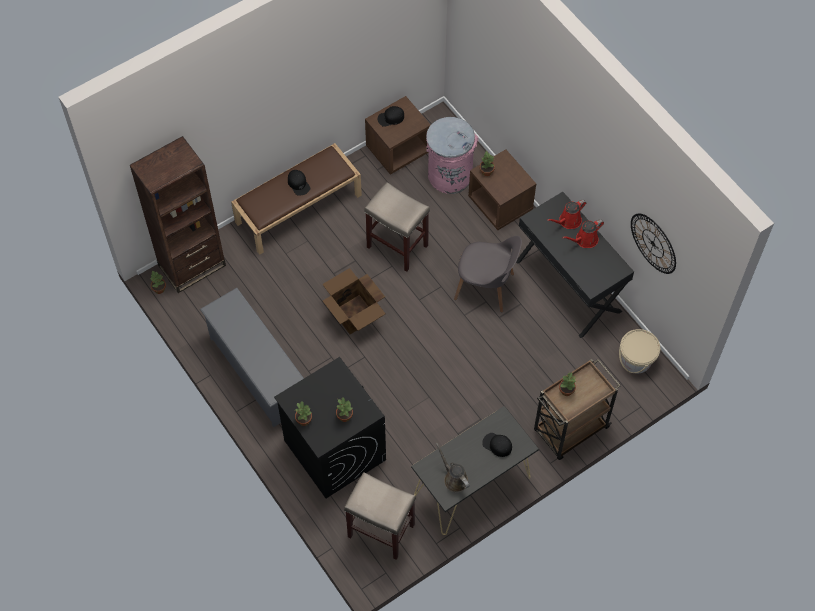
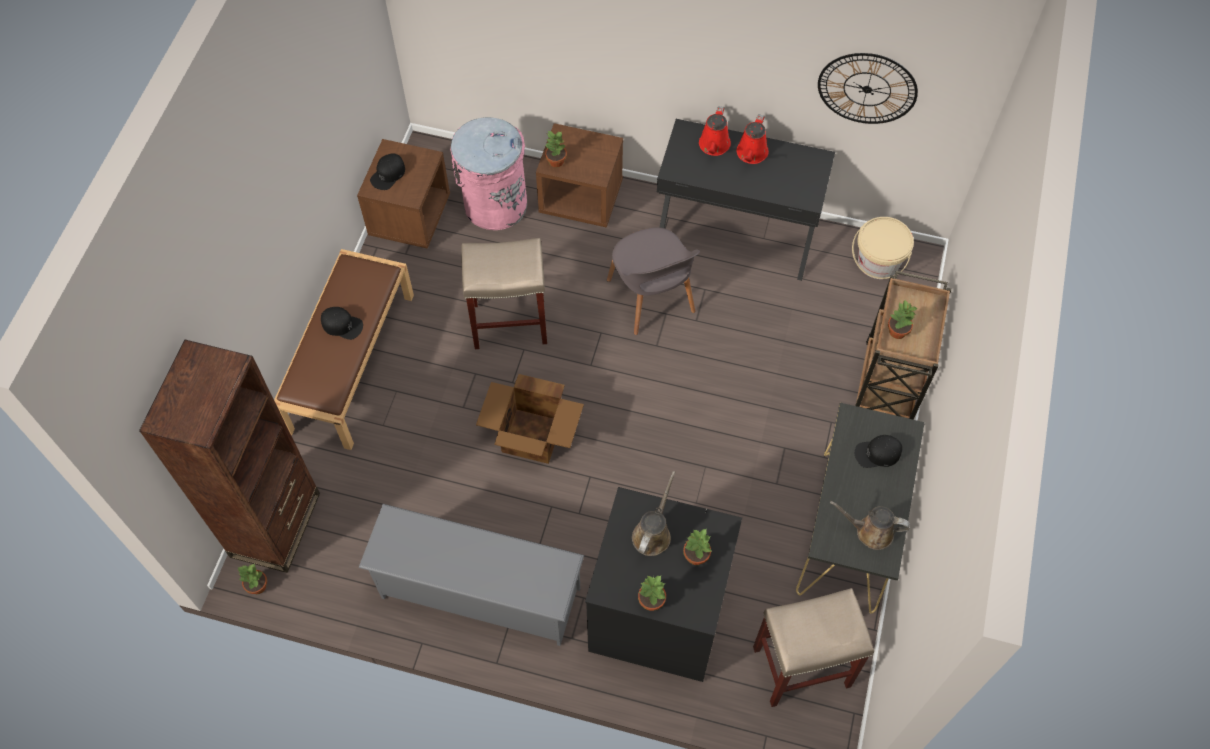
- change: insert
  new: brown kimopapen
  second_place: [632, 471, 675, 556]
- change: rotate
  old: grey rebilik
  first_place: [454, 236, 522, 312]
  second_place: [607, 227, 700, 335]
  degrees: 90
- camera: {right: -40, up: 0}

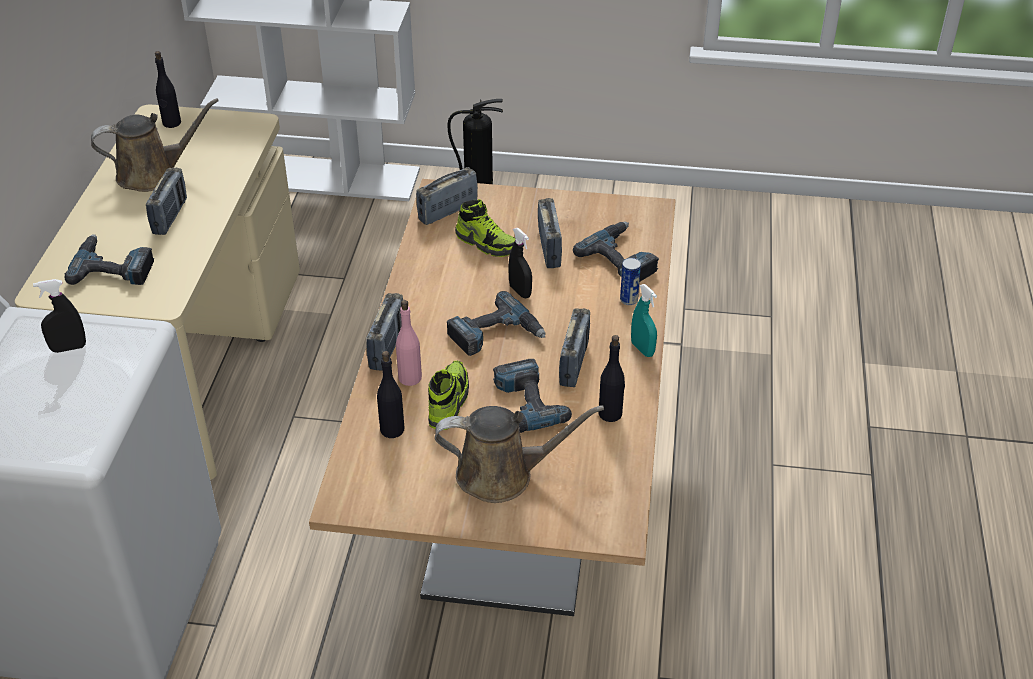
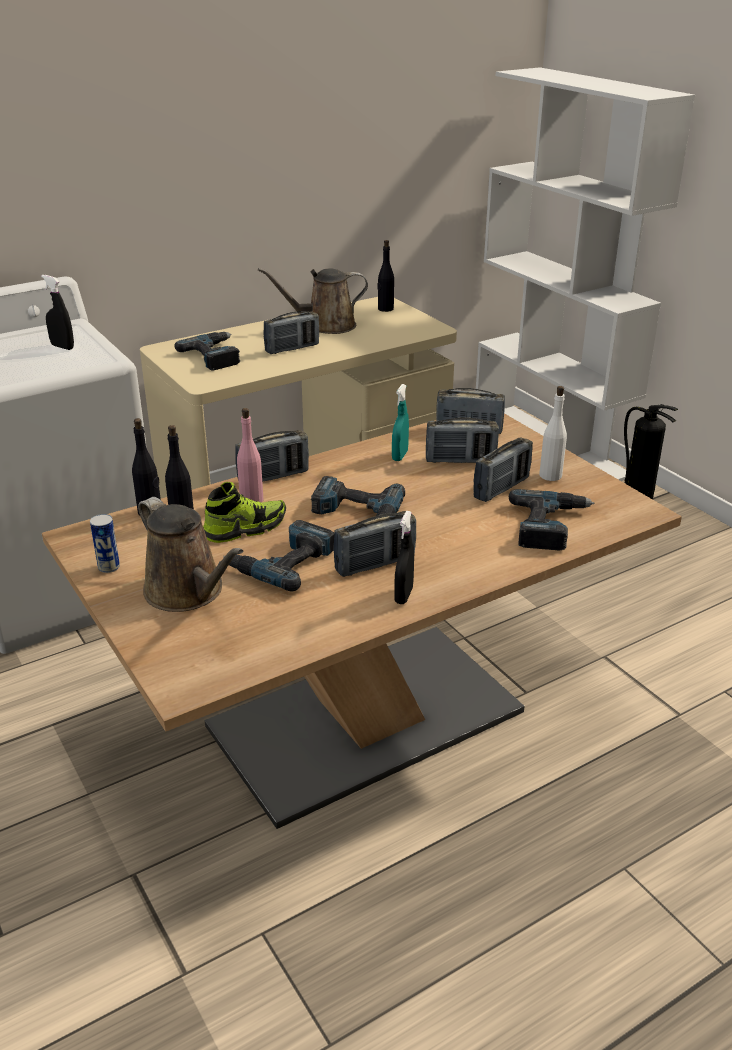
- change: insert
  new: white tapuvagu
  second_place: [539, 386, 567, 481]
- change: move
  old: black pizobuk
  first_place: [508, 228, 532, 298]
  second_place: [394, 511, 414, 604]
- change: move
  old: black tapuvagu
  first_place: [599, 335, 625, 422]
  second_place: [132, 418, 161, 516]
- change: move
  old: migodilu
  first_place: [620, 258, 641, 305]
  second_place: [90, 514, 120, 573]
- change: move
  old: turquoise pizobuk
  first_place: [631, 284, 657, 357]
  second_place: [392, 384, 409, 461]
- change: replace
  old: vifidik
  new: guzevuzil
  first_place: [455, 199, 516, 257]
  second_place: [426, 418, 499, 463]
- change: rotate
  old: brown kimopapen
  first_place: [91, 98, 219, 192]
  second_place: [258, 268, 368, 334]
  degrees: 135
- camera: {right: 50, up: -10}

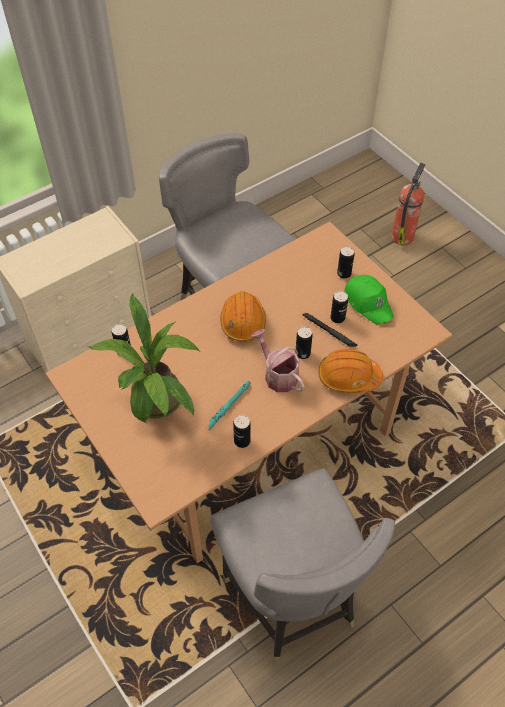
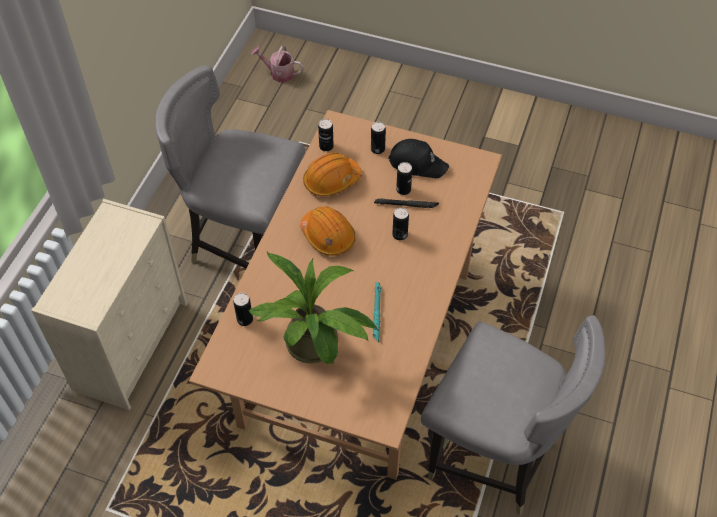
- change: delete
  old: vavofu
  first_place: [391, 163, 425, 245]
- change: move
  old: migodilu
  first_place: [233, 415, 251, 448]
  second_place: [318, 119, 334, 151]
- change: move
  old: kimopapen
  first_place: [251, 329, 305, 392]
  second_place: [251, 46, 304, 82]
- change: move
  old: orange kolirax
  first_place: [318, 349, 383, 393]
  second_place: [303, 152, 362, 196]
- change: recolor
  old: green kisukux
  new: black kisukux
  first_place: [344, 275, 394, 324]
  second_place: [388, 139, 449, 178]
- camera: {right: -35, up: 0}

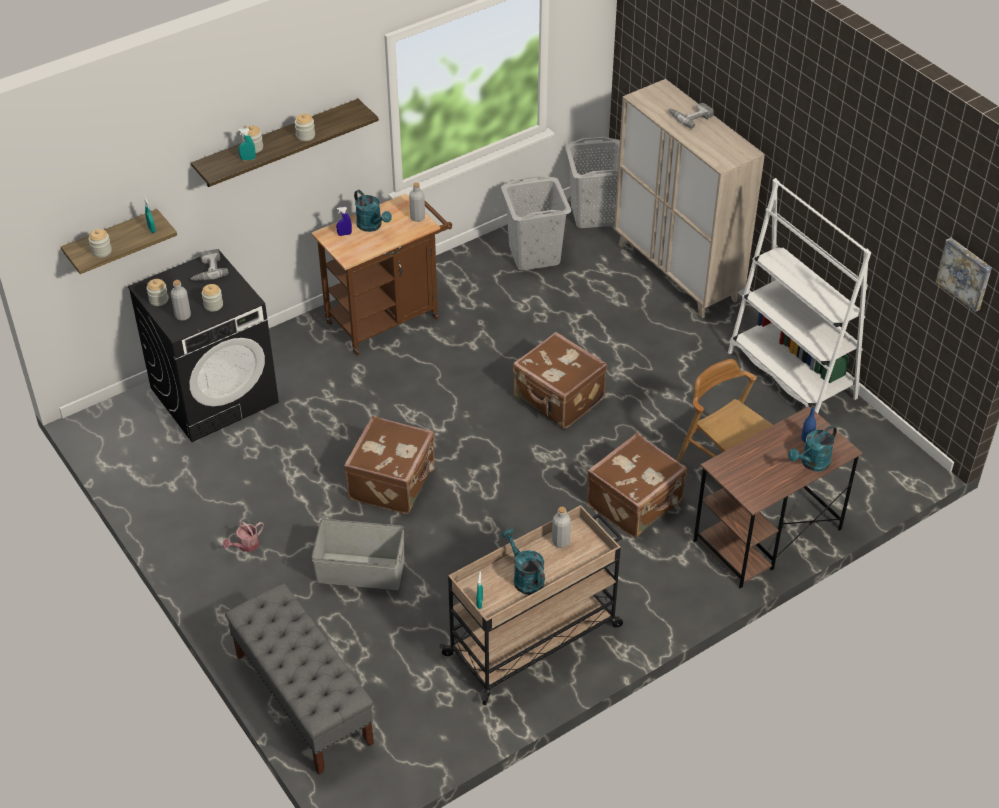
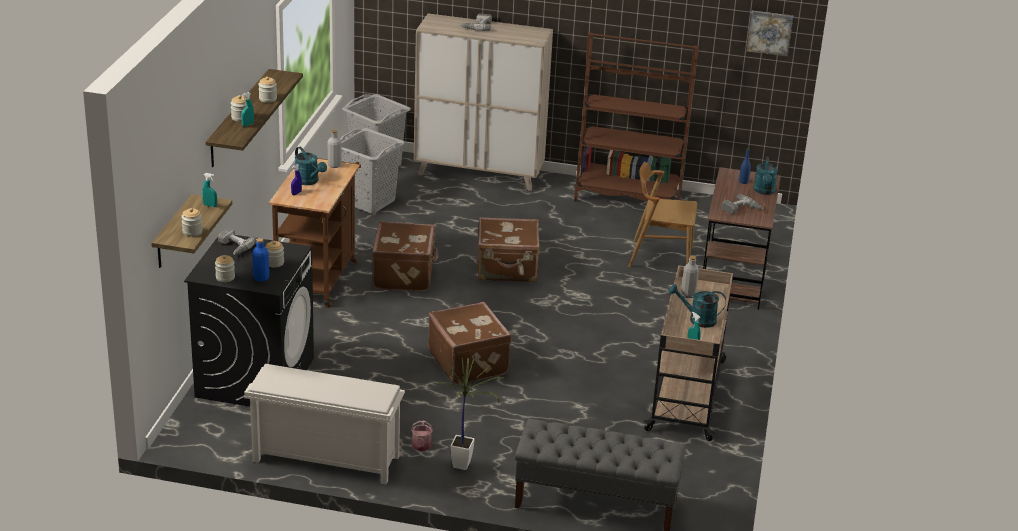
- change: delete
  old: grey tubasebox
  first_place: [311, 519, 404, 590]
- change: insert
  new: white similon
  second_place: [244, 364, 405, 485]
- change: insert
  new: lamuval
  second_place: [433, 355, 505, 470]
- change: insert
  new: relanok
  second_place: [721, 194, 763, 214]
- change: move
  old: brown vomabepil
  first_place: [586, 433, 687, 538]
  second_place: [372, 221, 439, 292]
- change: recolor
  old: grey tapuvagu
  new: blue tapuvagu
  first_place: [171, 280, 191, 321]
  second_place: [252, 238, 269, 282]
- change: recolor
  old: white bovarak
  new: brown bovarak
  first_place: [728, 178, 871, 413]
  second_place: [574, 32, 699, 201]
- change: rotate
  old: turquoise kimopapen
  first_place: [354, 190, 392, 232]
  second_place: [295, 147, 327, 185]
  degrees: 45
- camera: {right: -45, up: -15}

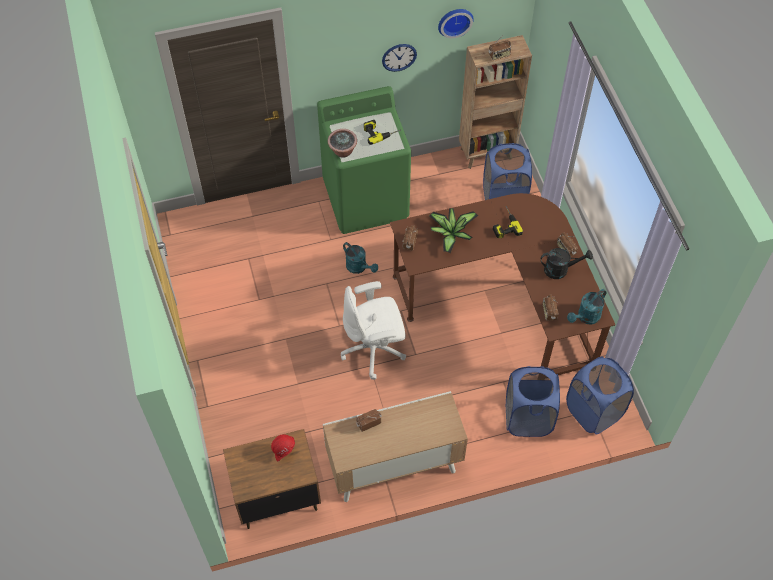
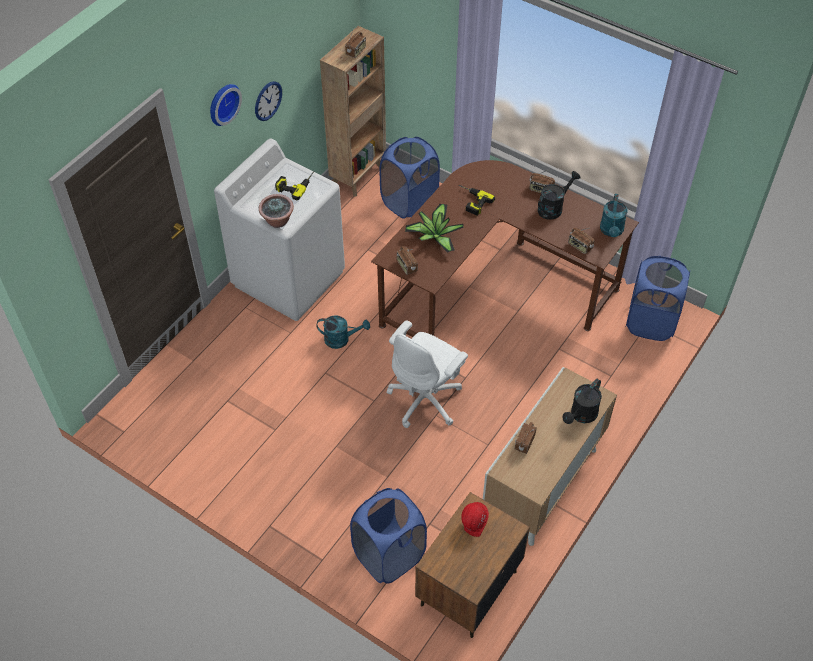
- change: insert
  new: black kimopapen
  second_place: [562, 379, 602, 424]
- change: move
  old: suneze
  first_place: [438, 9, 474, 38]
  second_place: [210, 84, 242, 126]
- change: move
  old: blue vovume
  first_place: [506, 366, 560, 437]
  second_place: [350, 488, 427, 584]
- change: recolor
  old: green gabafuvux
  new: white gabafuvux
  first_place: [317, 86, 411, 234]
  second_place: [214, 138, 345, 321]
- camera: {right: -40, up: -5}

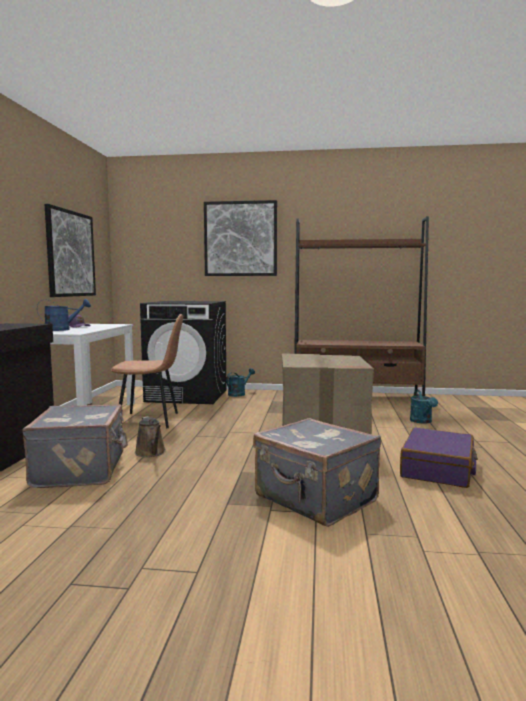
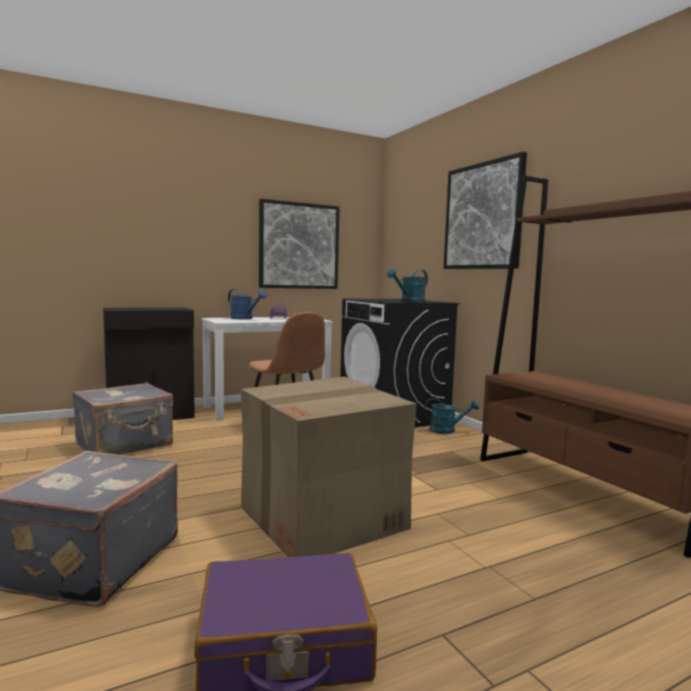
- change: delete
  old: brown kimopapen
  first_place: [135, 416, 166, 457]
- change: move
  old: turquoise kimopapen
  first_place: [410, 390, 438, 424]
  second_place: [387, 268, 428, 303]
- camera: {right: 55, up: 0}

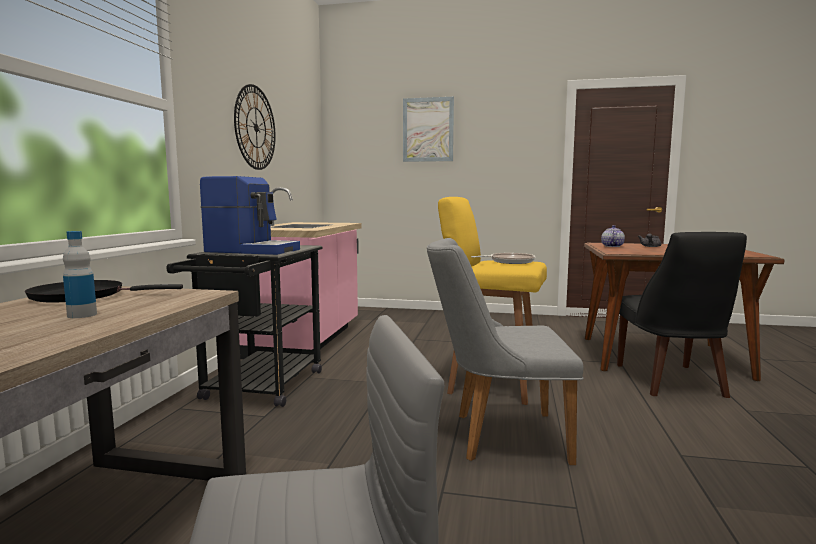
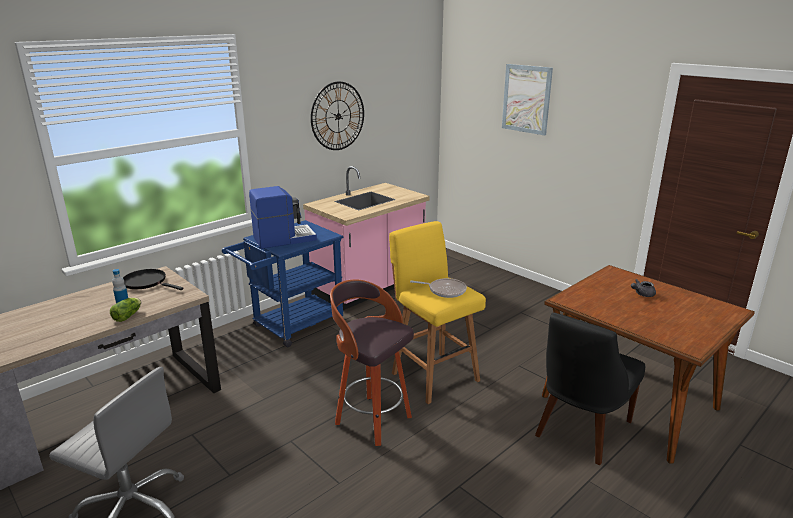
- change: delete
  old: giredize
  first_place: [601, 225, 625, 247]
- change: insert
  new: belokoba
  second_place: [110, 298, 141, 322]
- change: replace
  old: grey rebilik
  new: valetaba
  first_place: [427, 238, 583, 465]
  second_place: [330, 279, 414, 446]
- change: recolor
  old: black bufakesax
  new: blue bufakesax
  first_place: [167, 245, 322, 407]
  second_place: [222, 220, 344, 347]
- change: rotate
  old: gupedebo
  first_place: [200, 176, 300, 255]
  second_place: [249, 186, 317, 249]
  degrees: -75
- camera: {right: 35, up: 15}

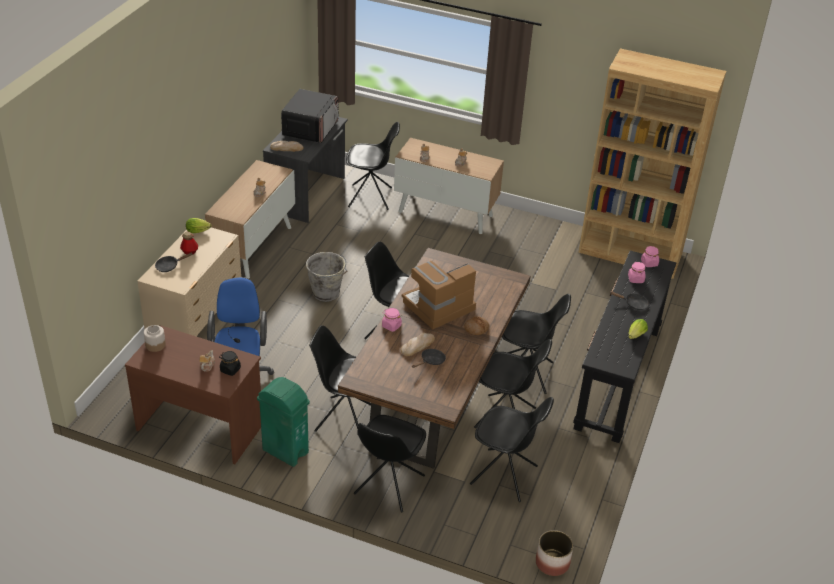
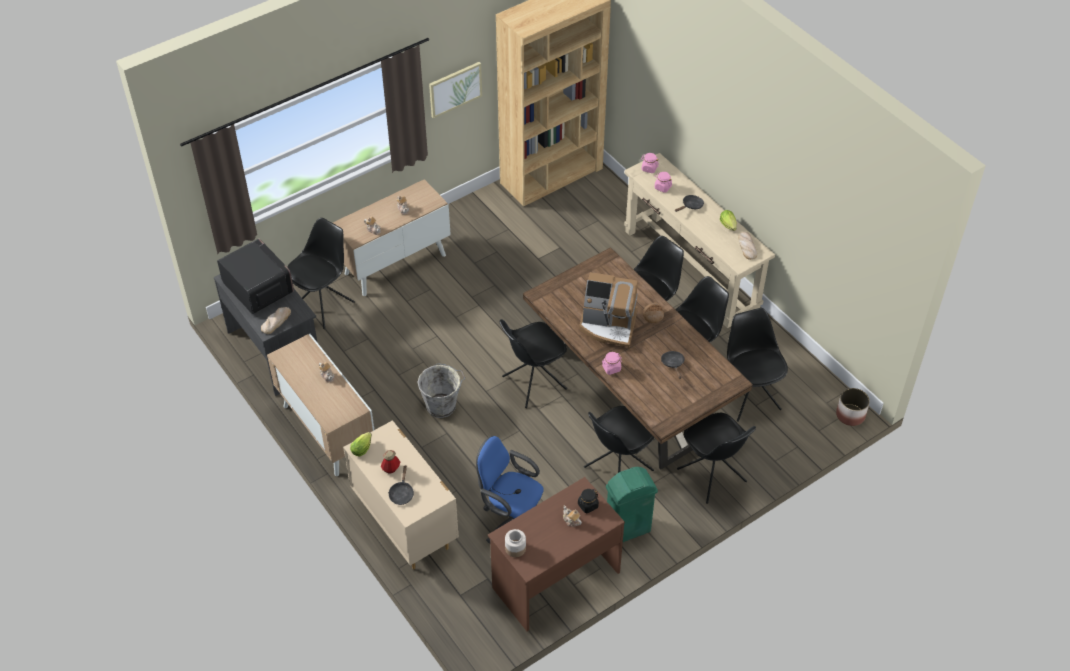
- change: insert
  new: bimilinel
  second_place: [429, 62, 482, 119]
- change: move
  old: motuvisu
  first_place: [400, 333, 435, 356]
  second_place: [738, 232, 757, 260]
- change: recolor
  old: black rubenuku
  new: beige rubenuku
  first_place: [573, 251, 676, 443]
  second_place: [624, 153, 775, 328]
- change: rotate
  old: gupedebo
  first_place: [402, 261, 476, 329]
  second_place: [579, 272, 638, 349]
  degrees: -75
- change: rotate
  old: black rebilik
  first_place: [470, 397, 554, 502]
  second_place: [727, 308, 788, 422]
  degrees: -75
- camera: {right: -55, up: 10}

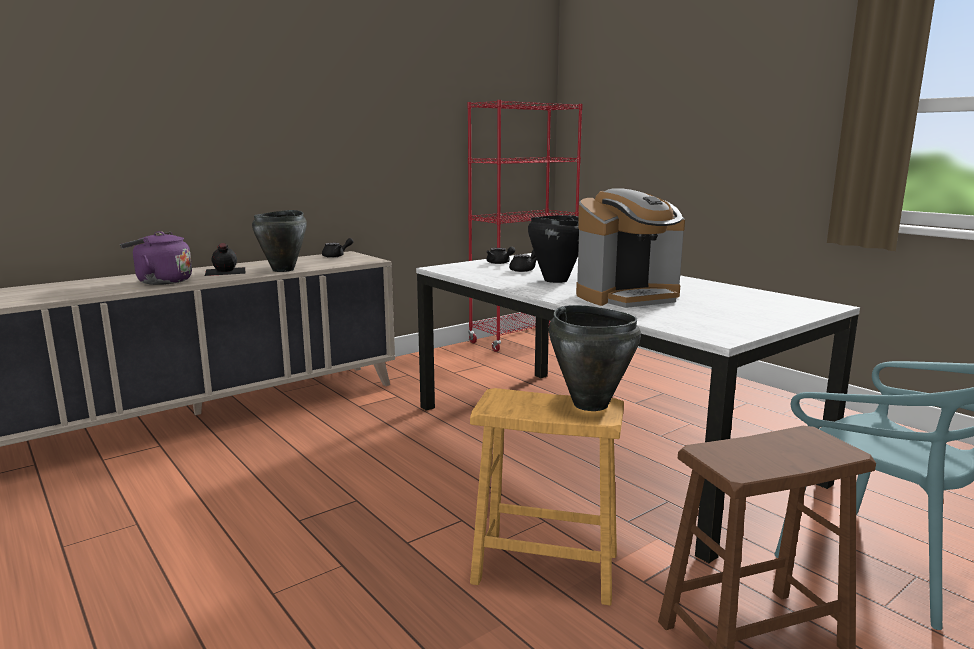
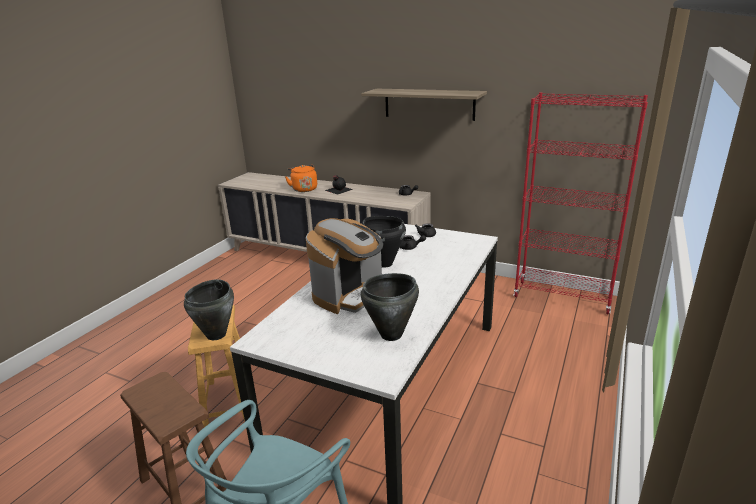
- change: insert
  new: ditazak
  second_place: [361, 89, 487, 121]
- change: move
  old: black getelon
  first_place: [252, 210, 307, 272]
  second_place: [361, 273, 419, 341]
- change: recolor
  old: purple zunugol
  new: orange zunugol
  first_place: [120, 231, 192, 285]
  second_place: [285, 165, 317, 192]
- change: rotate
  old: gupedebo
  first_place: [576, 188, 685, 308]
  second_place: [306, 218, 383, 314]
  degrees: -90
- camera: {right: 65, up: 10}

